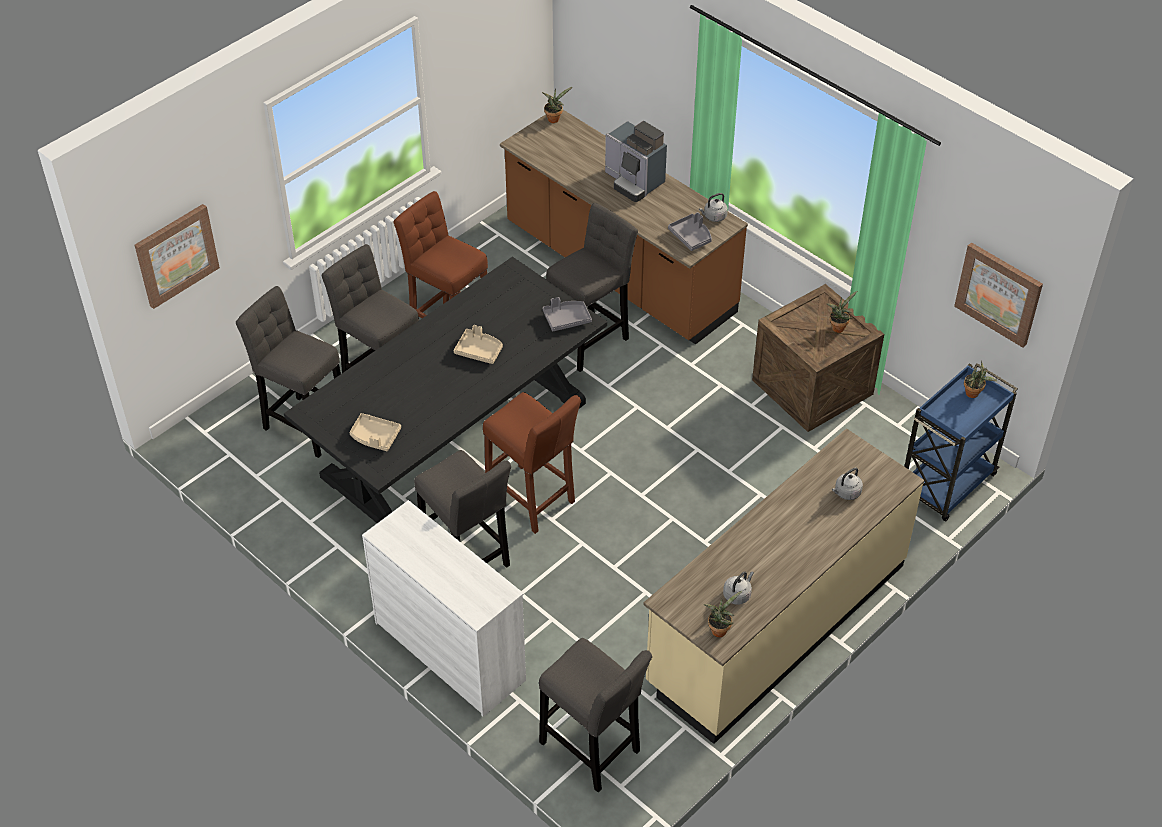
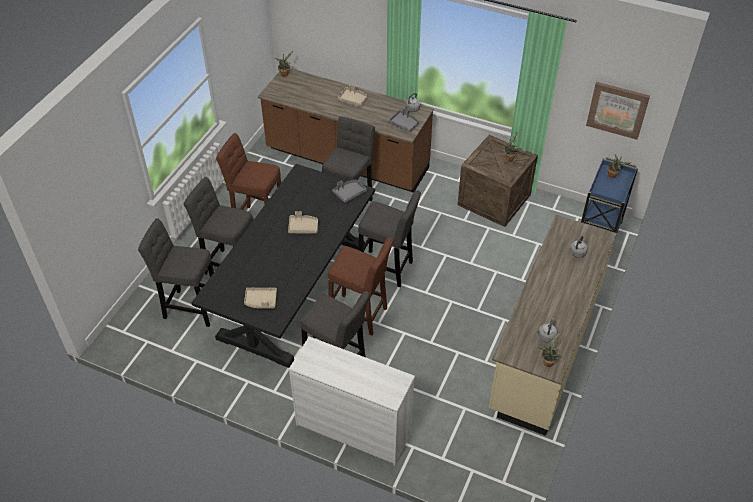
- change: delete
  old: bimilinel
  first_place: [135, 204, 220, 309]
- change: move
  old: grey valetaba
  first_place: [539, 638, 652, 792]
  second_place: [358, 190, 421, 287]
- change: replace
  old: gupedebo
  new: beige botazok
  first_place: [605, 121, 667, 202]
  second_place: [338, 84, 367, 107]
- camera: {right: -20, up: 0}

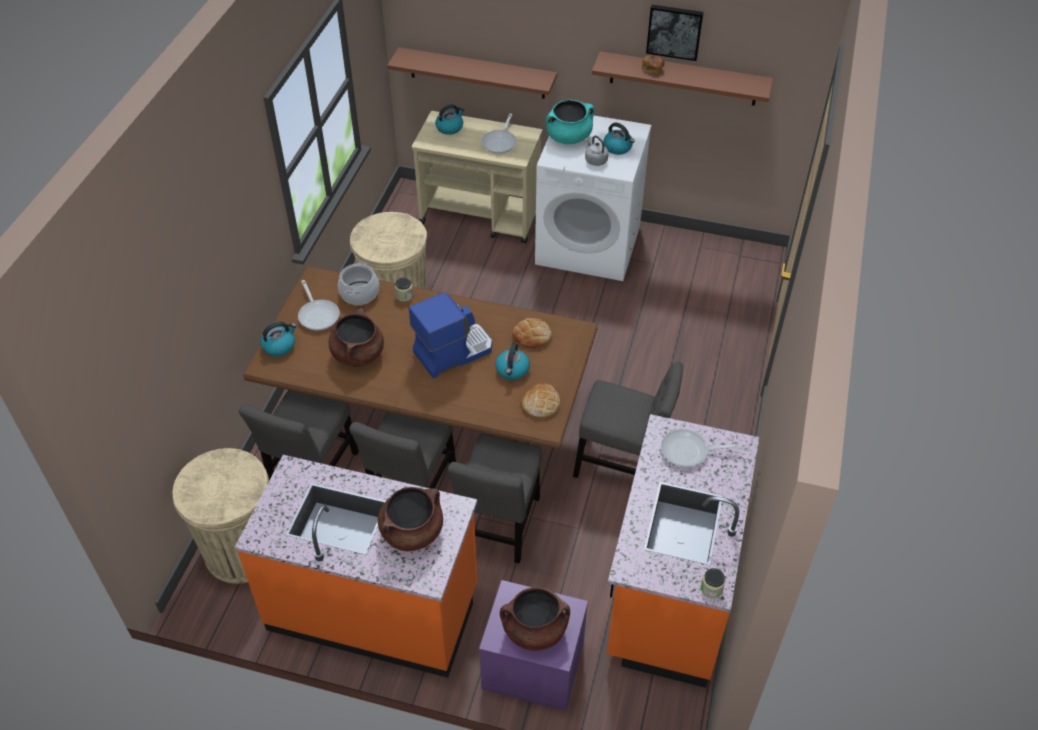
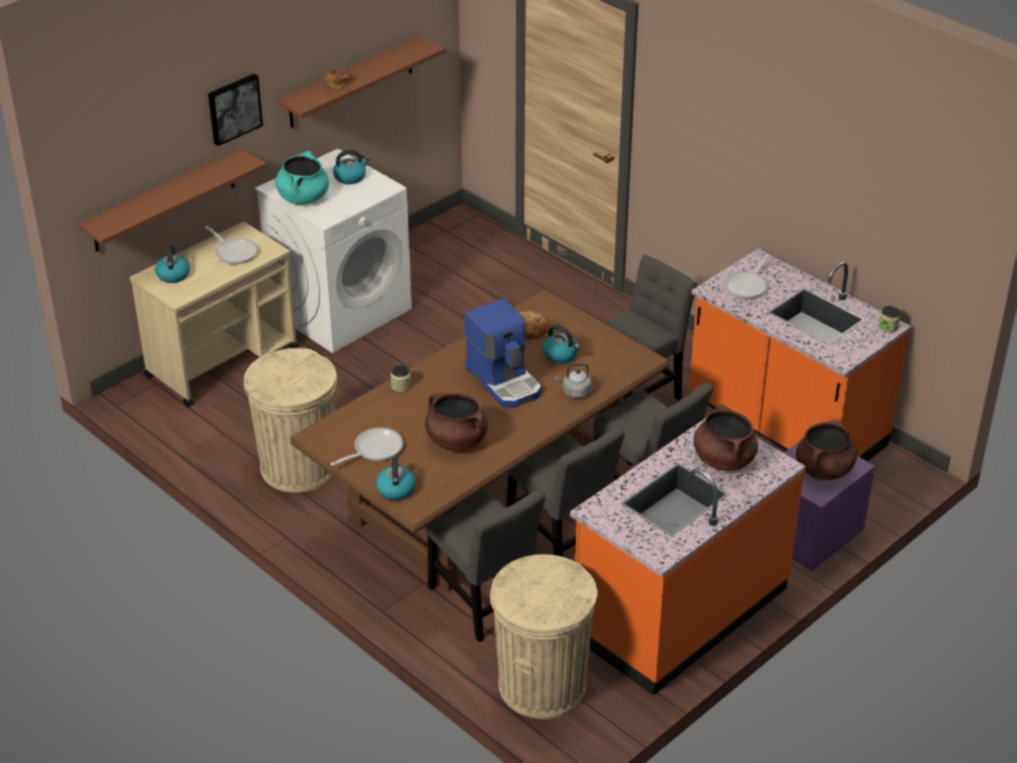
- change: delete
  old: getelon
  first_place: [338, 262, 379, 305]
- change: delete
  old: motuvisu
  first_place: [521, 383, 560, 417]
- change: move
  old: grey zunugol
  first_place: [585, 135, 608, 166]
  second_place: [555, 363, 592, 398]
- change: move
  old: bimilinel
  first_place: [646, 5, 704, 61]
  second_place: [208, 74, 263, 146]
- change: rotate
  old: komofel
  first_place: [298, 280, 340, 331]
  second_place: [331, 428, 403, 466]
  degrees: -45
- change: rotate
  old: gupedebo
  first_place: [409, 292, 492, 378]
  second_place: [464, 299, 542, 408]
  degrees: 150
- camera: {right: -60, up: -10}

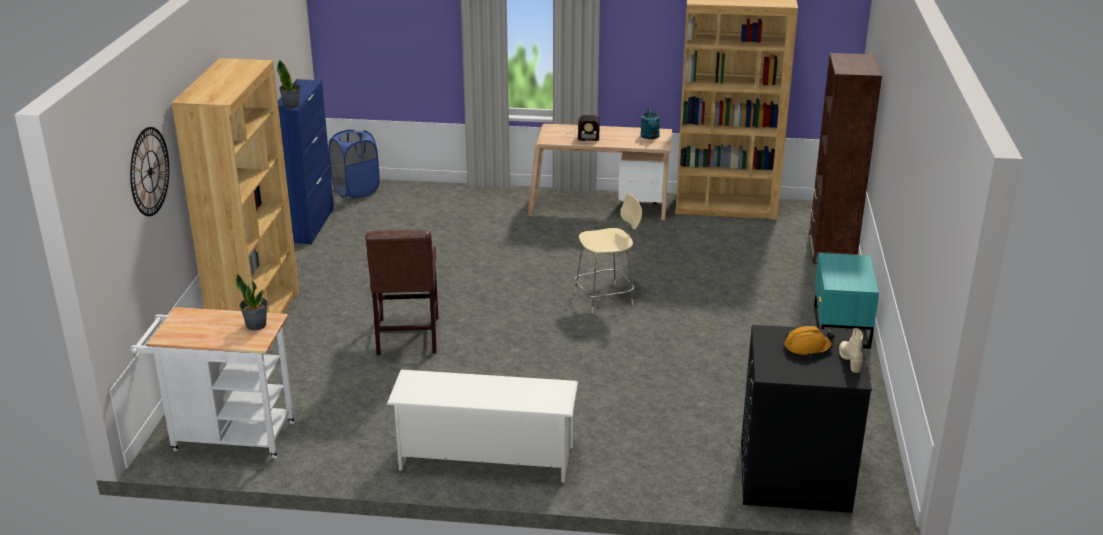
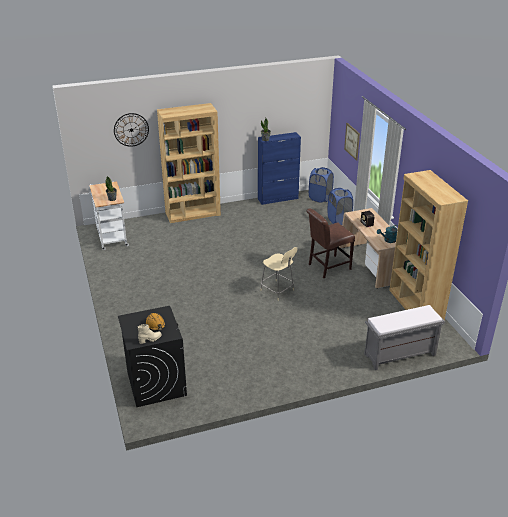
- change: delete
  old: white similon
  first_place: [387, 370, 578, 482]
- change: delete
  old: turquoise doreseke
  first_place: [814, 253, 879, 349]
- change: insert
  new: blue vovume
  second_place: [327, 188, 353, 225]
- change: insert
  new: bimilinel
  second_place: [344, 123, 360, 161]
- change: move
  old: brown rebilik
  first_place: [365, 230, 439, 355]
  second_place: [306, 209, 355, 278]
- change: replace
  old: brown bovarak
  new: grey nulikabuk
  first_place: [809, 53, 882, 264]
  second_place: [364, 305, 445, 370]
- camera: {right: 65, up: 5}

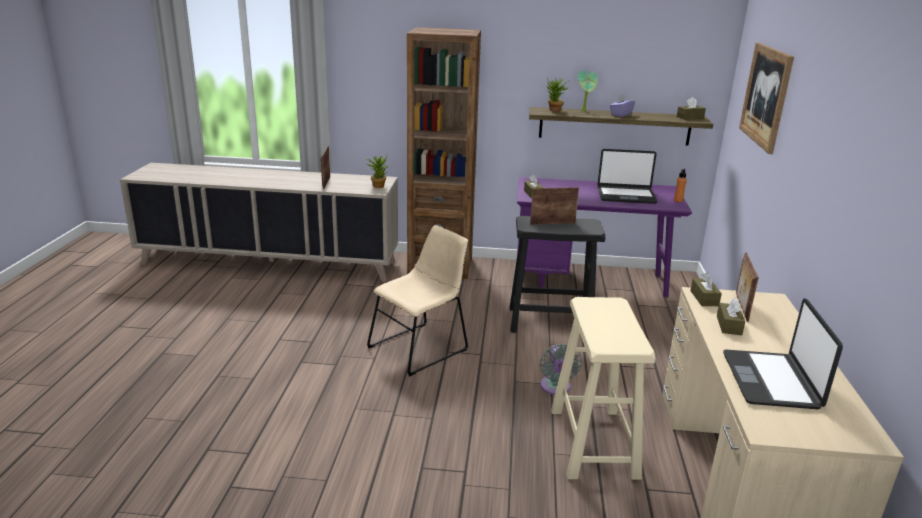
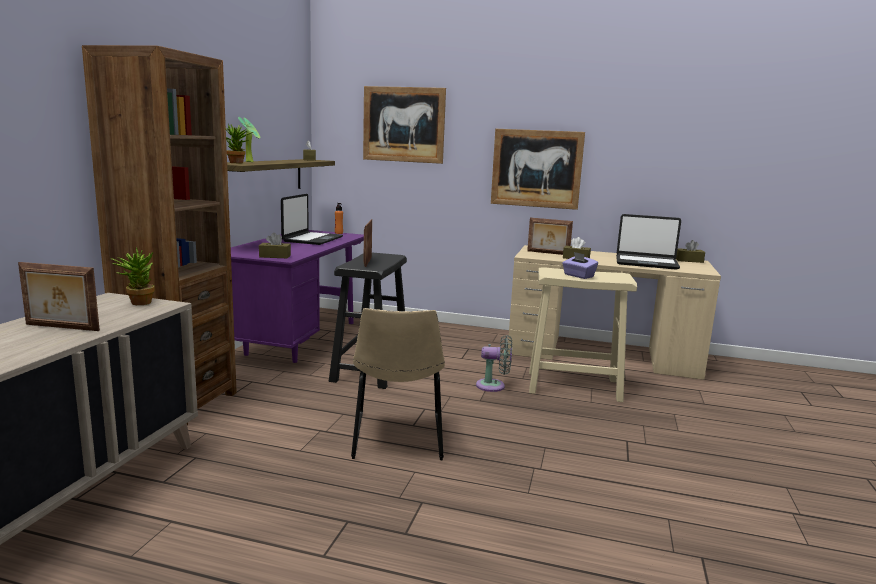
- change: insert
  new: bimilinel
  second_place: [491, 129, 585, 210]
- change: move
  old: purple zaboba
  first_place: [610, 94, 635, 117]
  second_place: [562, 252, 598, 279]
- change: move
  old: brown zaboba
  first_place: [690, 272, 722, 306]
  second_place: [676, 240, 705, 263]
- change: rotate
  old: beige rebilik
  first_place: [367, 225, 468, 376]
  second_place: [351, 308, 445, 460]
  degrees: -150
- camera: {right: -80, up: -10}

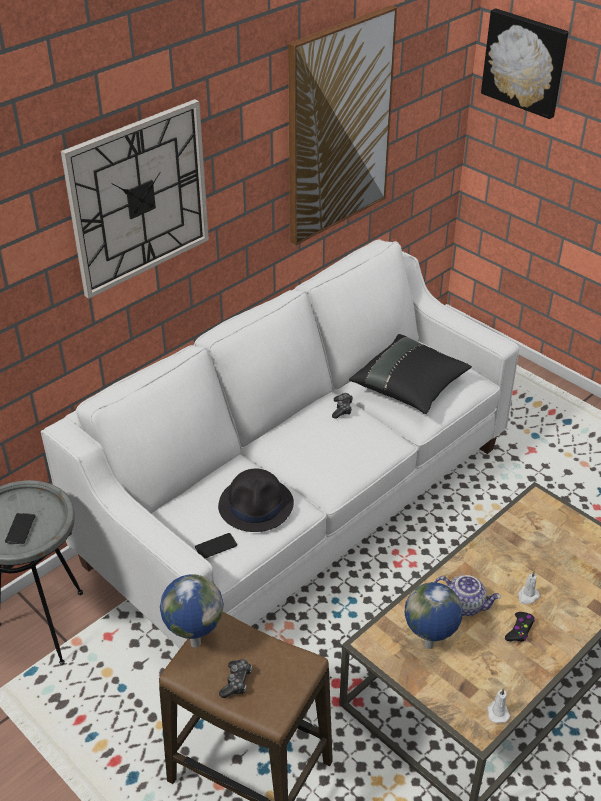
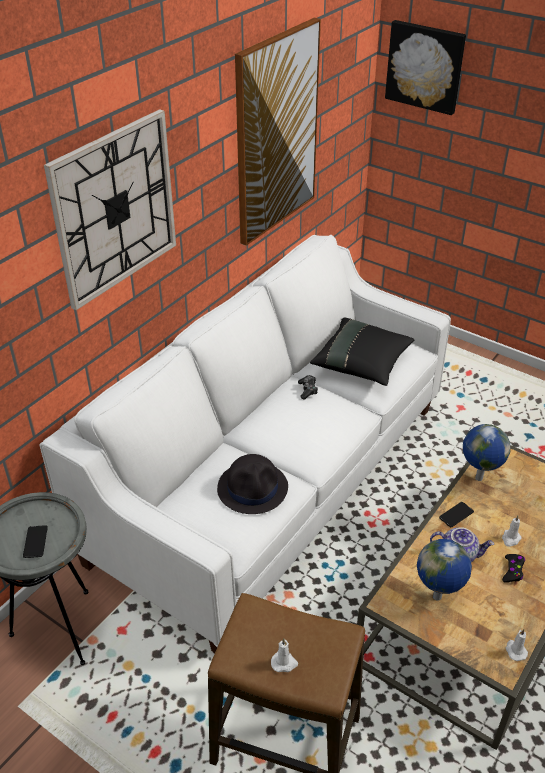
- change: move
  old: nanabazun
  first_place: [160, 574, 223, 648]
  second_place: [463, 424, 510, 481]
- change: move
  old: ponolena
  first_place: [195, 533, 237, 558]
  second_place: [439, 502, 474, 527]
- change: replace
  old: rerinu
  new: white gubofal
  first_place: [219, 659, 252, 698]
  second_place: [271, 638, 298, 672]
- camera: {right: -10, up: 0}

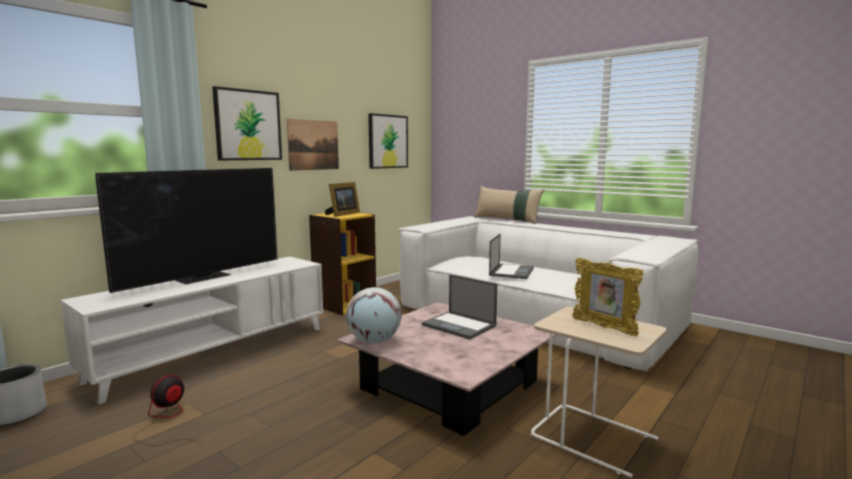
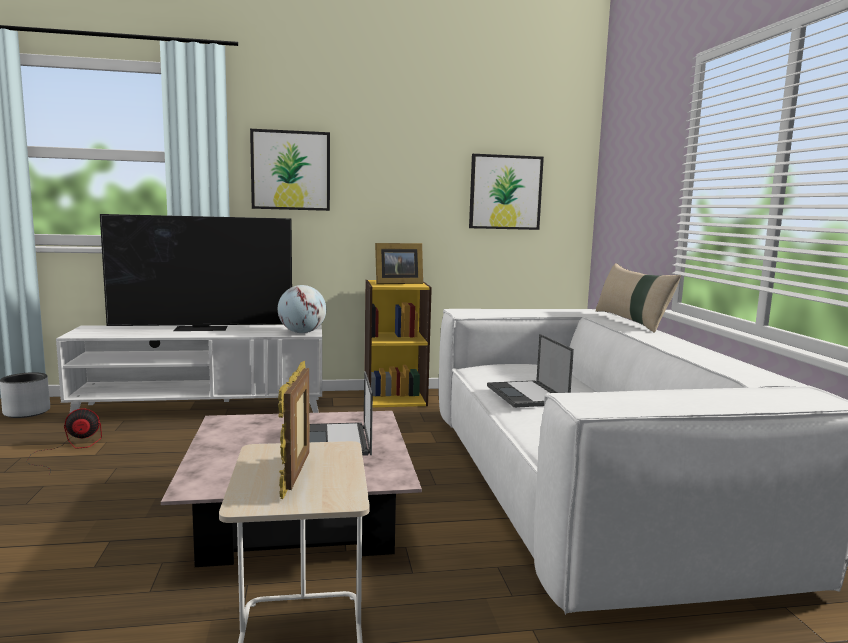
- change: delete
  old: bimilinel
  first_place: [287, 119, 339, 171]
- change: move
  old: nanabazun
  first_place: [346, 287, 401, 343]
  second_place: [278, 285, 326, 333]
- change: rotate
  old: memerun
  first_place: [489, 233, 534, 279]
  second_place: [487, 334, 574, 408]
  degrees: 105
- camera: {right: 40, up: 0}

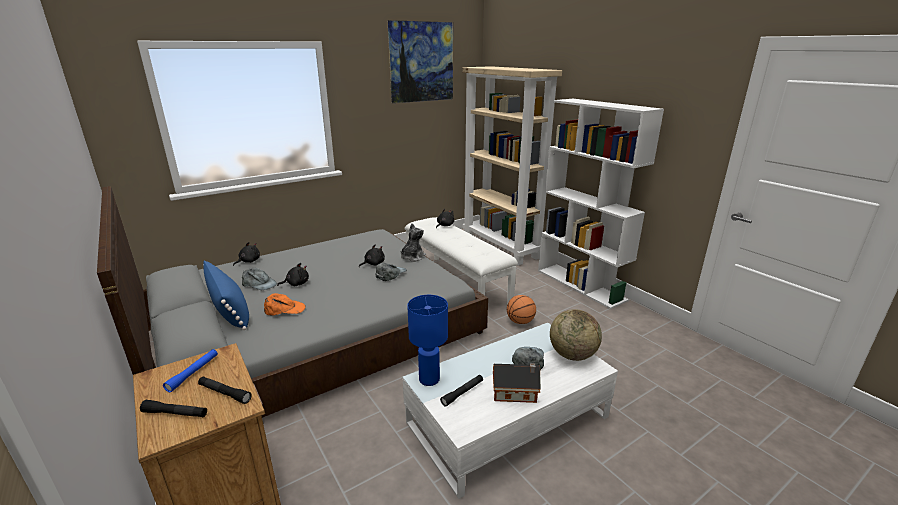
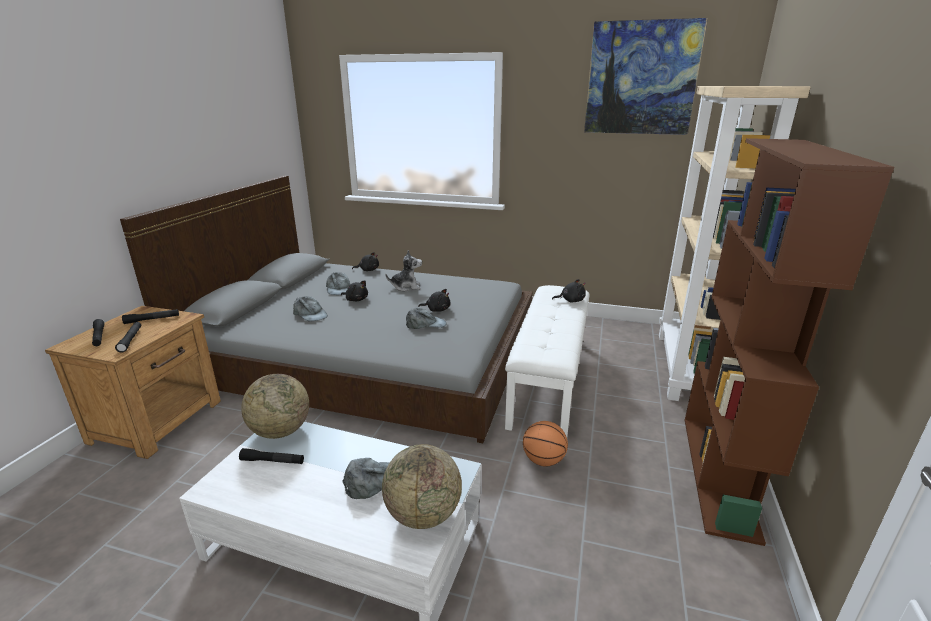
- change: delete
  old: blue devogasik
  first_place: [203, 261, 249, 330]
- change: delete
  old: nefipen
  first_place: [493, 363, 541, 403]
- change: move
  old: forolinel
  first_place: [401, 223, 426, 262]
  second_place: [385, 250, 422, 291]
- change: replace
  old: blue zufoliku
  new: nanabazun
  first_place: [407, 295, 448, 386]
  second_place: [241, 374, 309, 439]
- change: recolor
  old: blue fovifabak
  new: black fovifabak
  first_place: [163, 349, 218, 392]
  second_place: [122, 309, 179, 324]
- change: recolor
  old: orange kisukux
  new: grey kisukux
  first_place: [264, 293, 306, 316]
  second_place: [293, 296, 328, 321]
- change: recolor
  old: white bovarak
  new: brown bovarak
  first_place: [538, 99, 664, 309]
  second_place: [685, 138, 894, 546]
- camera: {right: 50, up: 0}

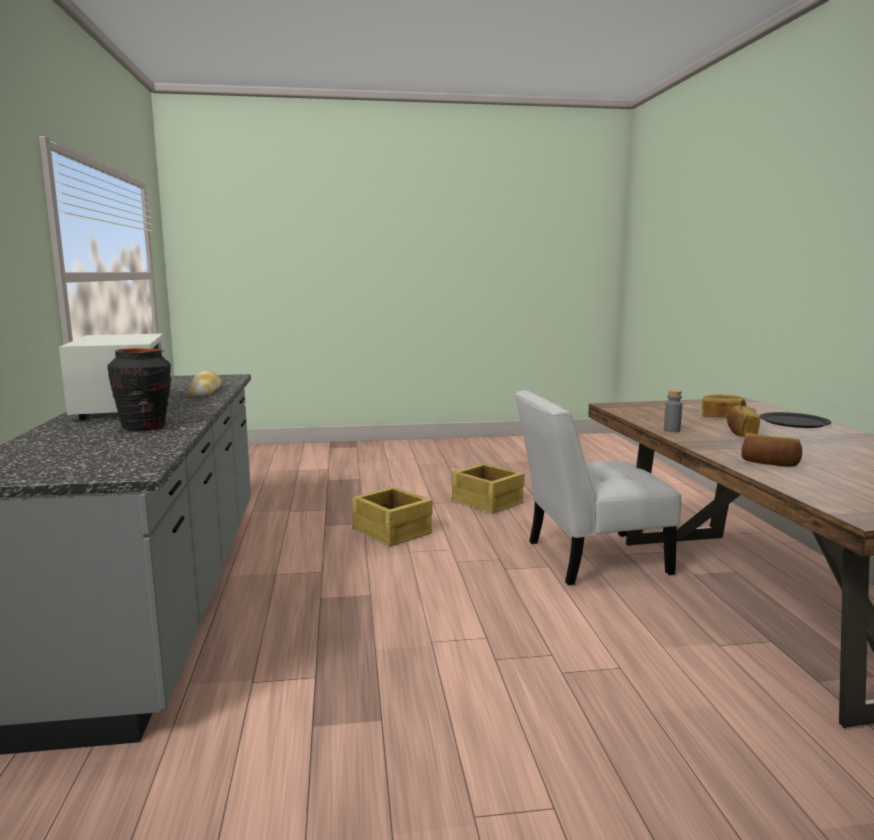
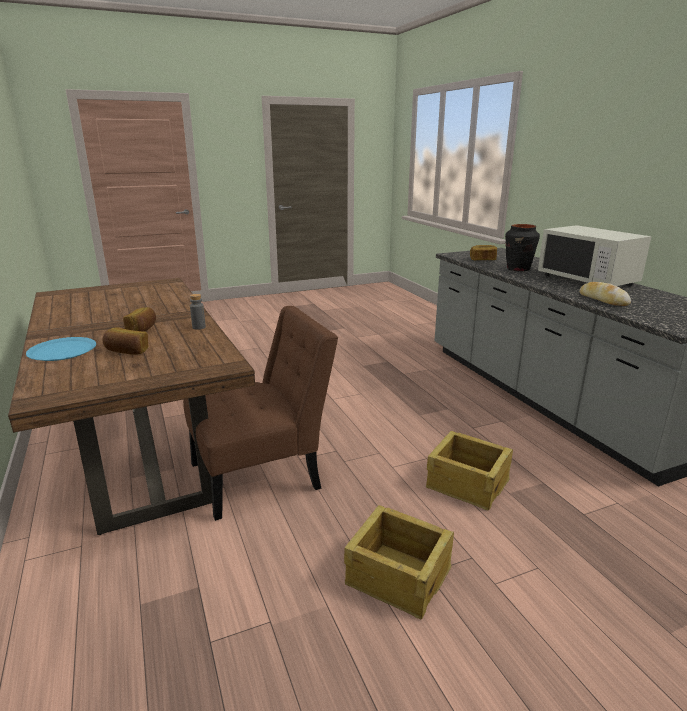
- change: move
  old: motuvisu
  first_place: [741, 433, 802, 467]
  second_place: [470, 245, 497, 260]
- change: recolor
  old: white rebilik
  new: brown rebilik
  first_place: [515, 390, 681, 585]
  second_place: [183, 306, 338, 521]
- change: recolor
  old: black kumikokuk
  new: blue kumikokuk
  first_place: [759, 412, 831, 428]
  second_place: [26, 337, 96, 361]
- camera: {right: 165, up: 10}

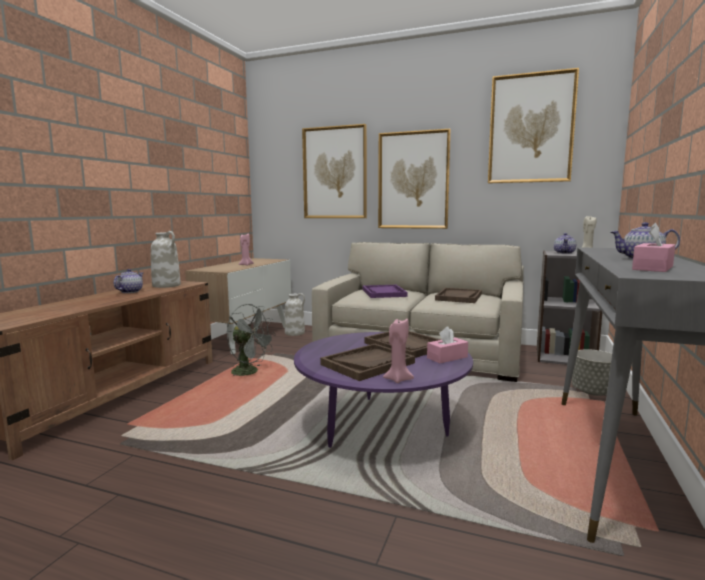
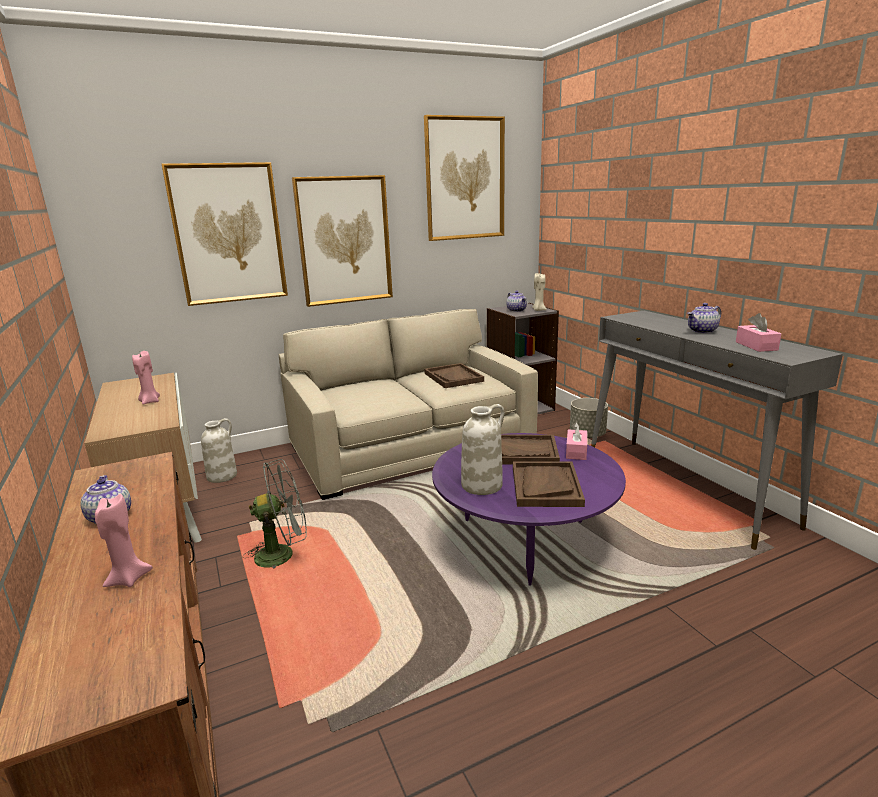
- change: delete
  old: purple botazok
  first_place: [363, 285, 408, 298]
- change: move
  old: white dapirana
  first_place: [151, 231, 181, 288]
  second_place: [461, 404, 504, 495]
- change: move
  old: pink gubofal
  first_place: [383, 319, 414, 383]
  second_place: [95, 494, 153, 587]
- camera: {right: -45, up: 10}

